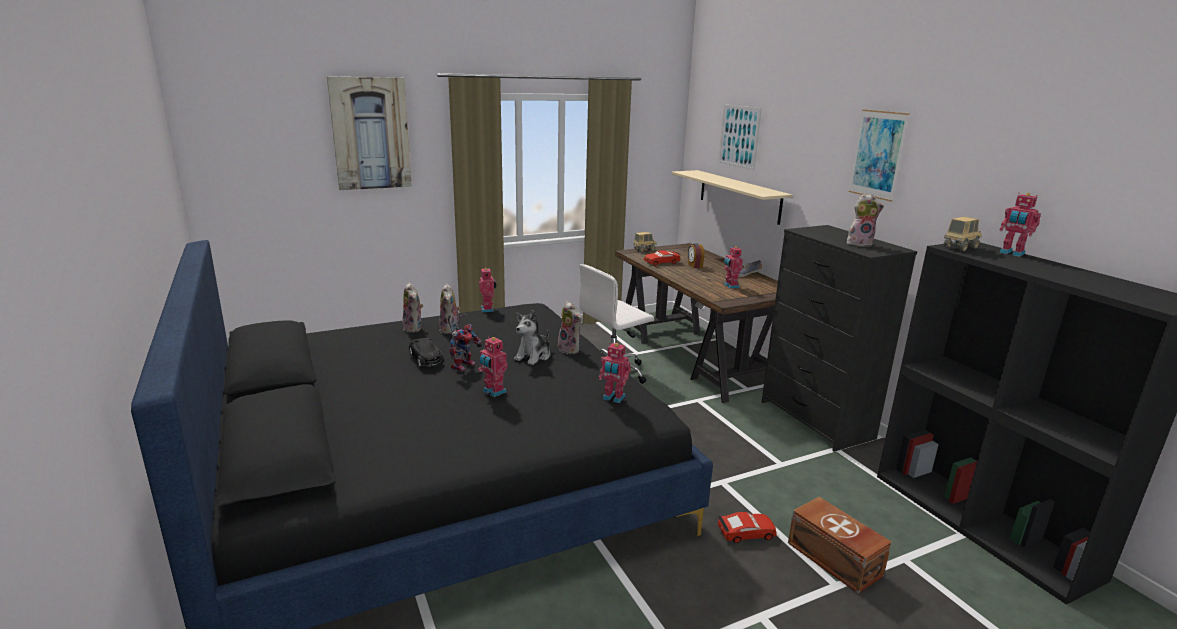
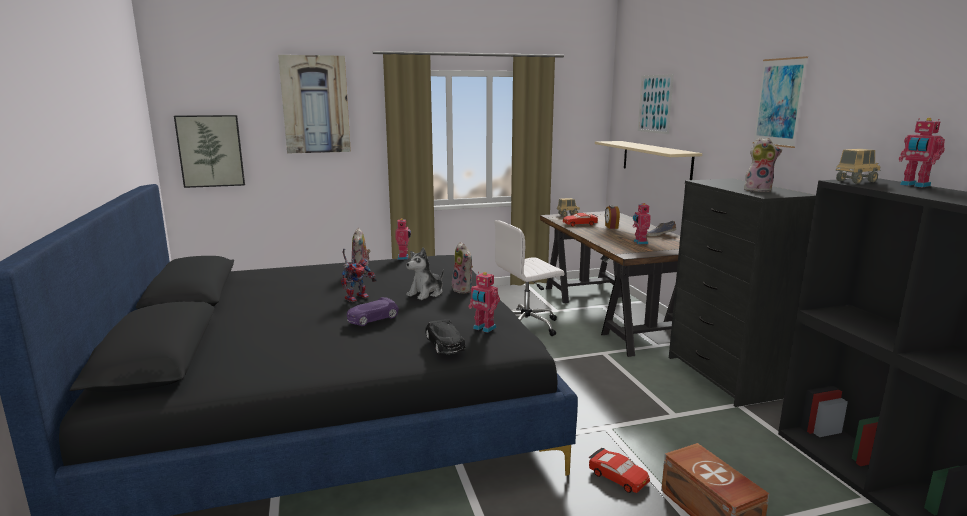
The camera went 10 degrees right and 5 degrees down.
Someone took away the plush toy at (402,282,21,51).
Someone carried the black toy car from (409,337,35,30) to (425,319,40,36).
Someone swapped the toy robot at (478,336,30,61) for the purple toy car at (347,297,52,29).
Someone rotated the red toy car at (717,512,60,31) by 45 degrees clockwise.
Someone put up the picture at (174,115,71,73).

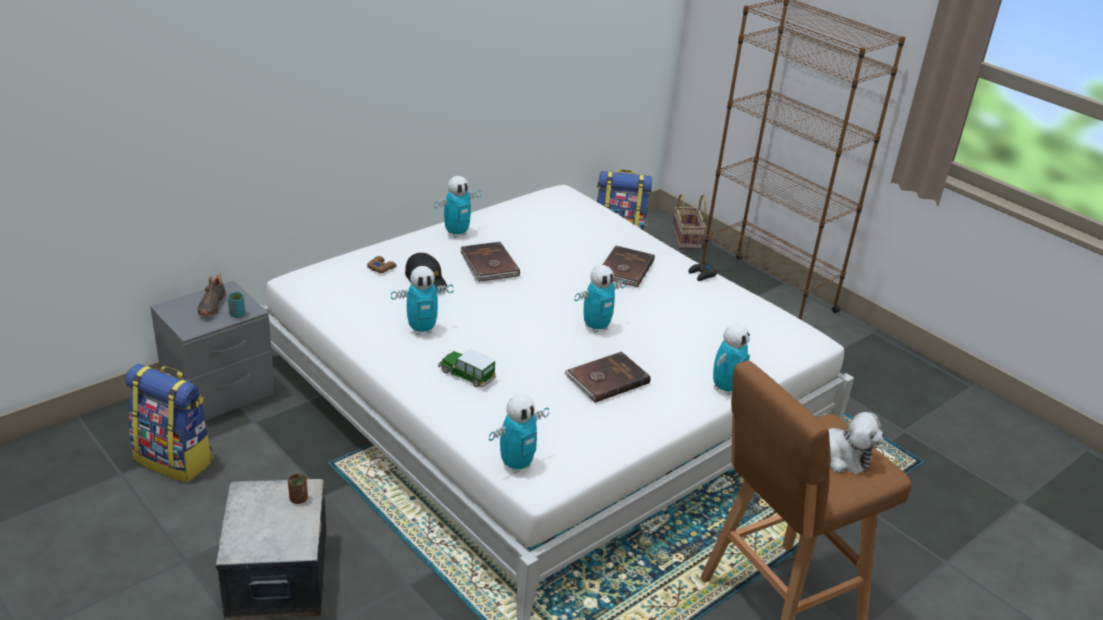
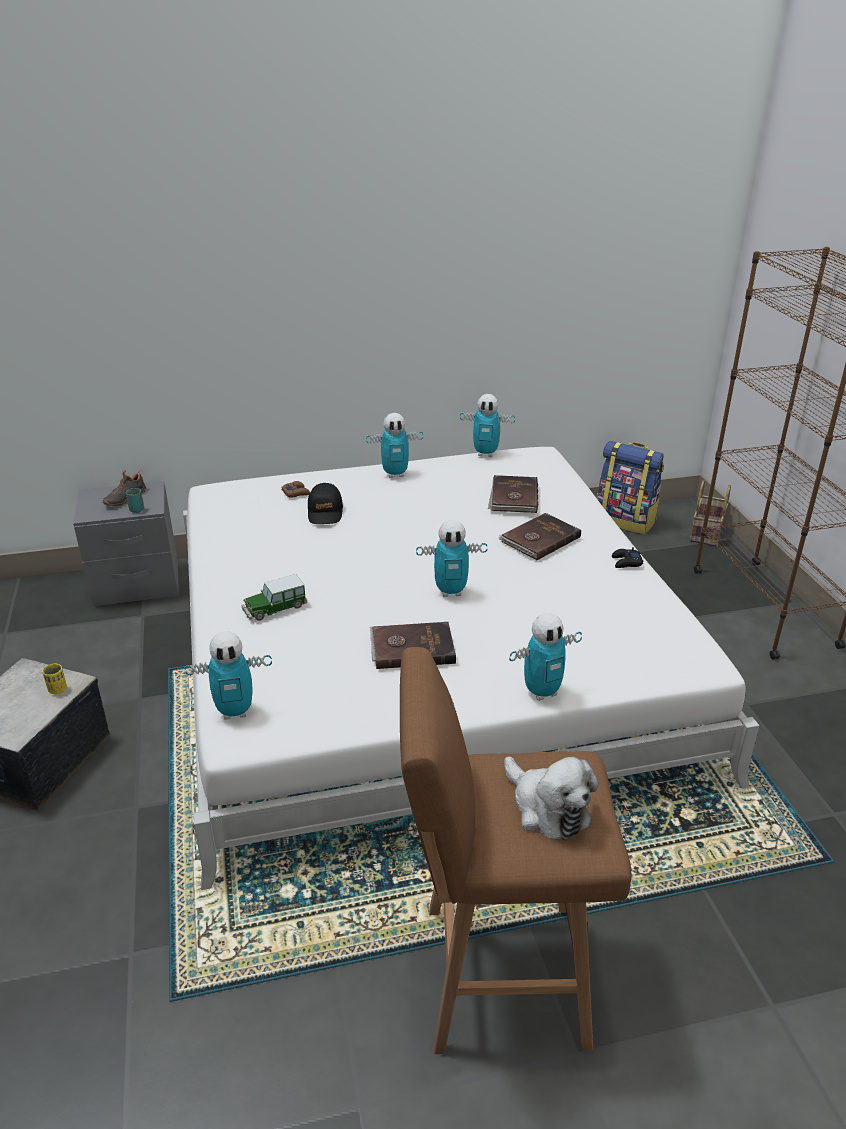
The camera went 30 degrees right and 0 degrees up.
Someone took away the backpack at (125,364,88,118).
Someone repainted the brown cup at (288,474,20,30), which became the yellow cup at (42,664,25,30).
Someone carried the toy robot from (391,266,63,69) to (460,394,55,63).
Someone rotated the toy car at (438,349,58,39) by 90 degrees counterclockwise.
Someone carried the brown book from (460,242,60,40) to (488,475,50,38).

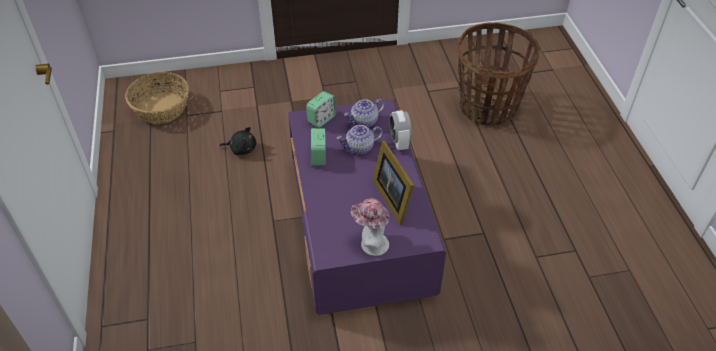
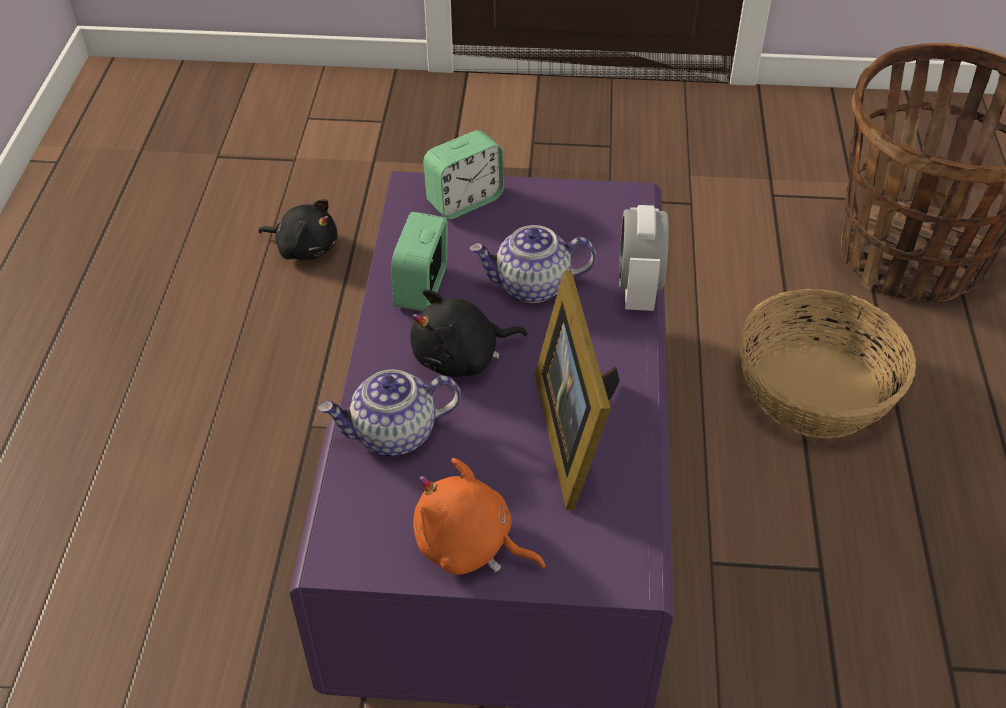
The camera went 15 degrees right and 0 degrees up.
Someone carried the basket from (125,72,64,52) to (739,289,177,149).
Someone carried the teapot from (344,99,41,29) to (319,369,142,87).
Someone swapped the hat at (351,198,39,58) for the orange plush toy at (413,458,133,117).
Someone put down the black plush toy at (410,289,118,88).

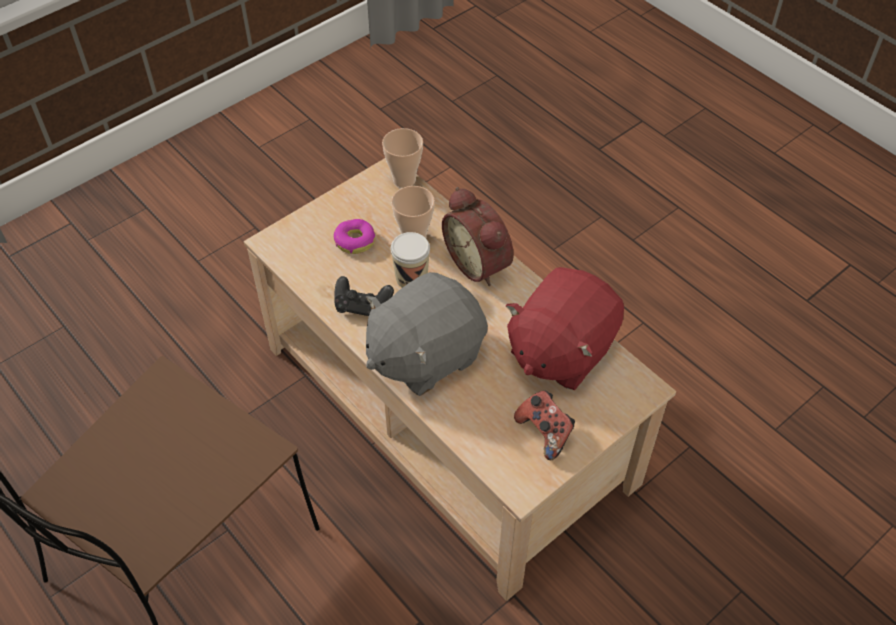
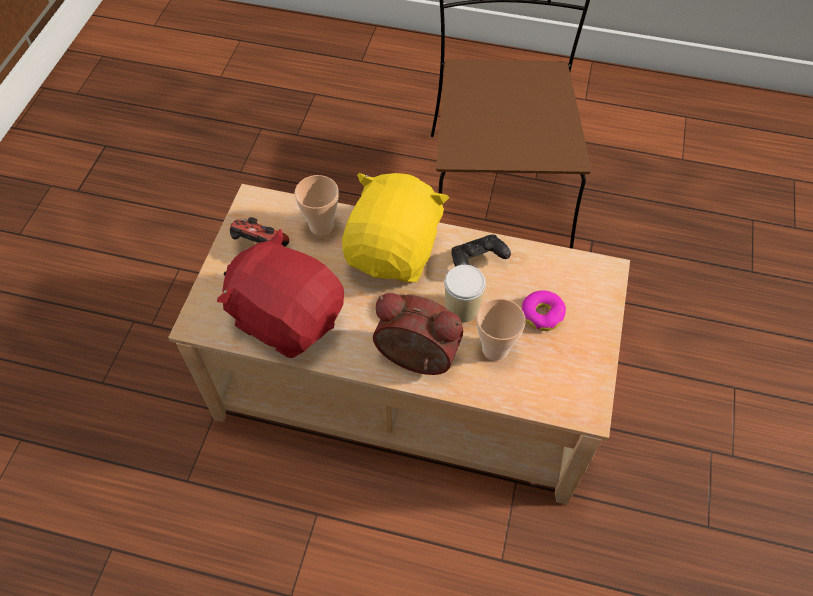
The camera went 145 degrees right and 5 degrees up.
Someone repainted the grey plush toy at (366,272,122,124), which became the yellow plush toy at (342,173,107,109).
Someone carried the cup from (382,128,41,60) to (295,175,43,60).
Someone rotated the red plush toy at (506,267,118,123) by 60 degrees counterclockwise.

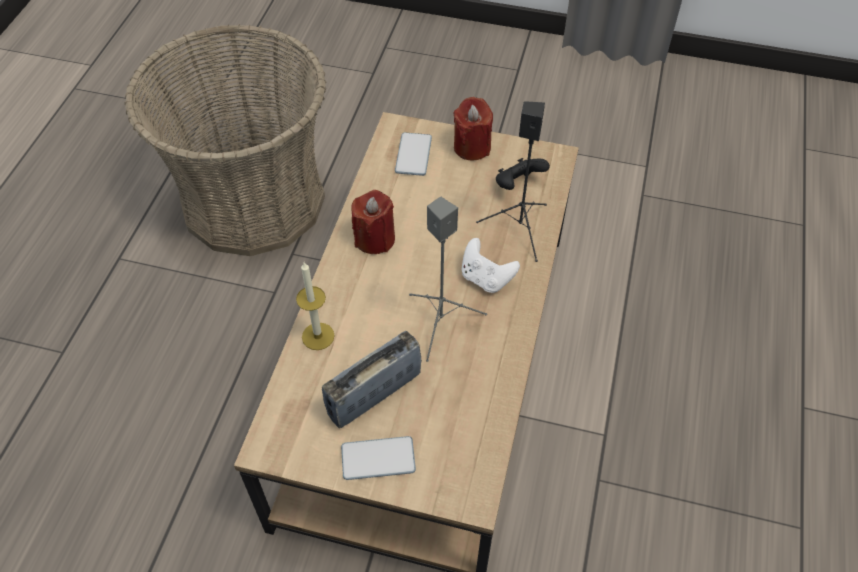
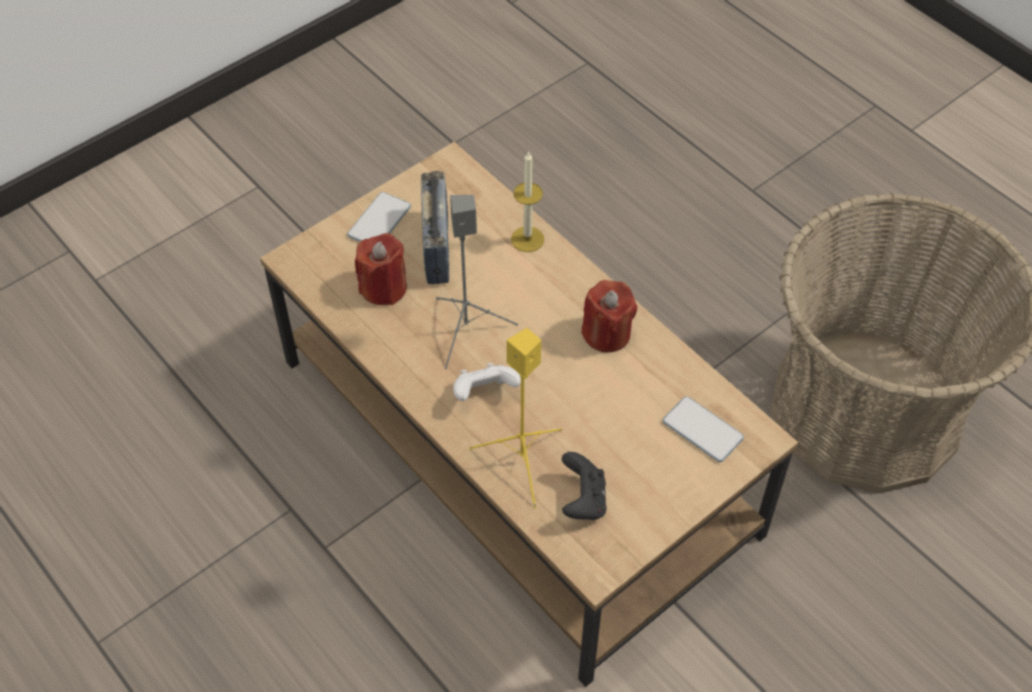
The camera went 125 degrees right and 0 degrees up.
Someone carried the red candle from (453,97,40,63) to (355,233,52,72).
Someone repainted the black speaker at (476,101,71,161), which became the yellow speaker at (469,328,93,181).

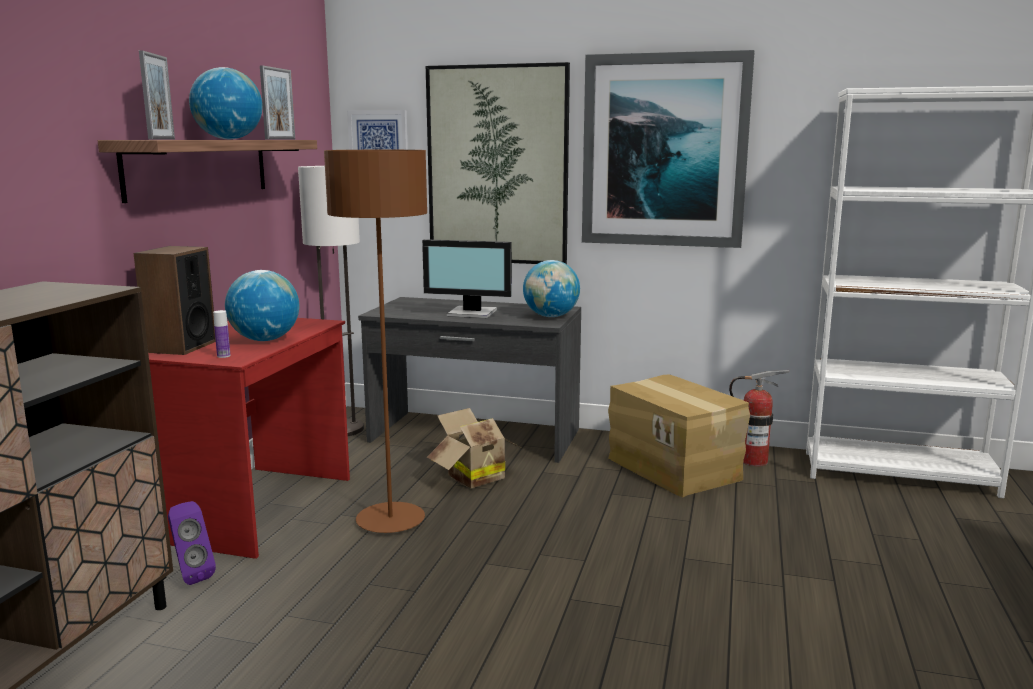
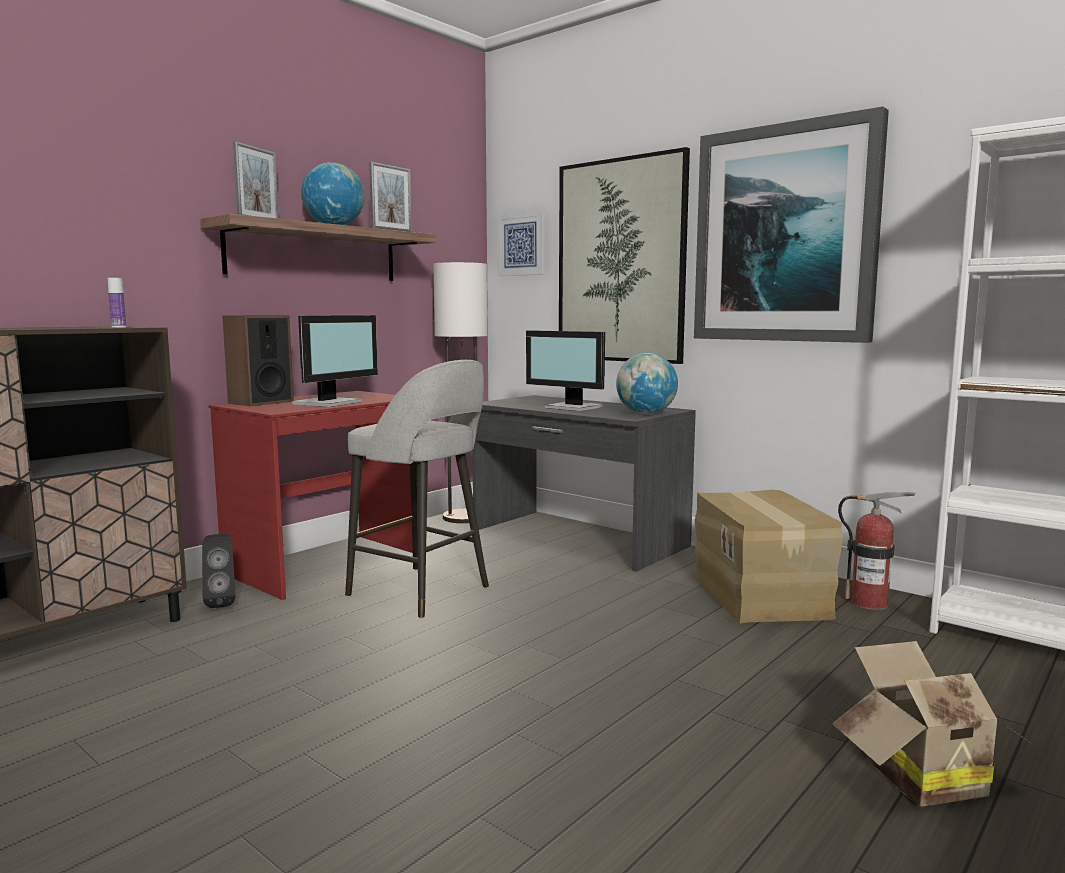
The camera went 25 degrees right and 5 degrees down.
Someone repainted the purple speaker at (168,501,48,84), which became the black speaker at (202,534,34,74).
Someone carried the bottle from (213,310,18,48) to (108,278,18,49).
Someone swapped the globe at (225,270,74,71) for the monitor at (292,315,86,92).
Someone swapped the brown floor lamp at (324,150,103,383) for the grey stool at (345,360,144,258).
Someone carried the cardboard box from (427,408,96,80) to (832,641,200,166).

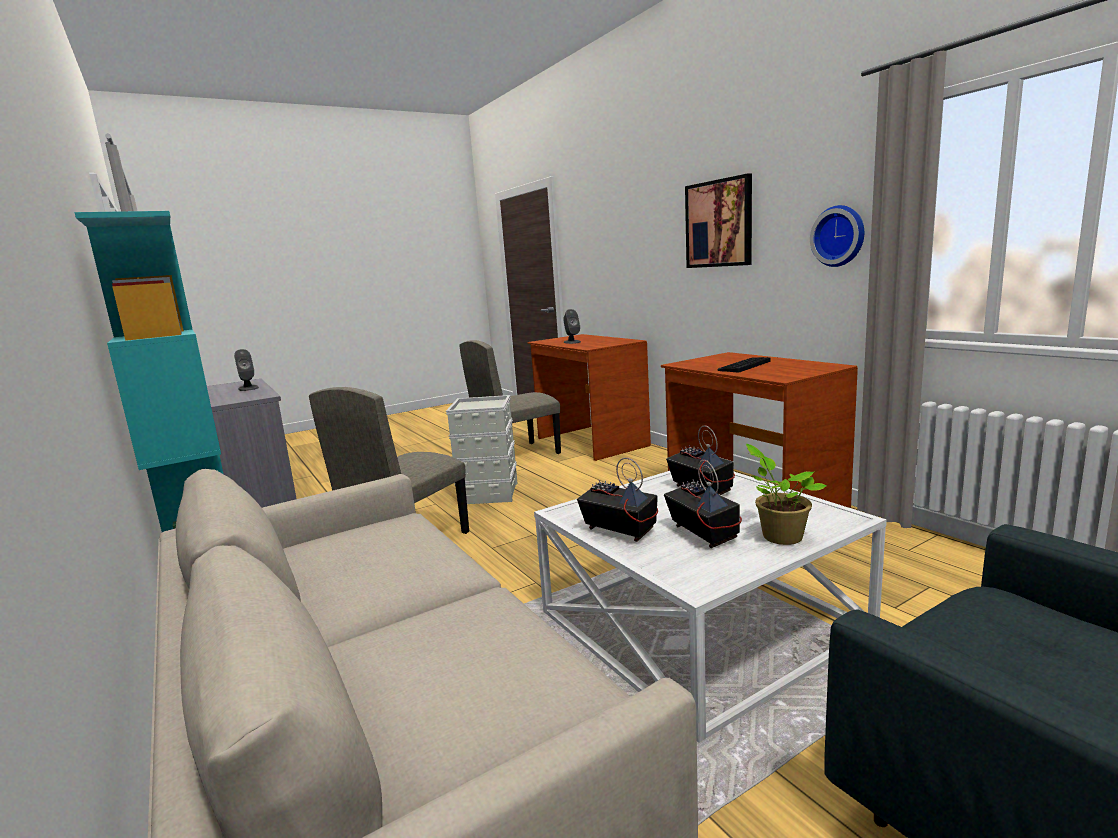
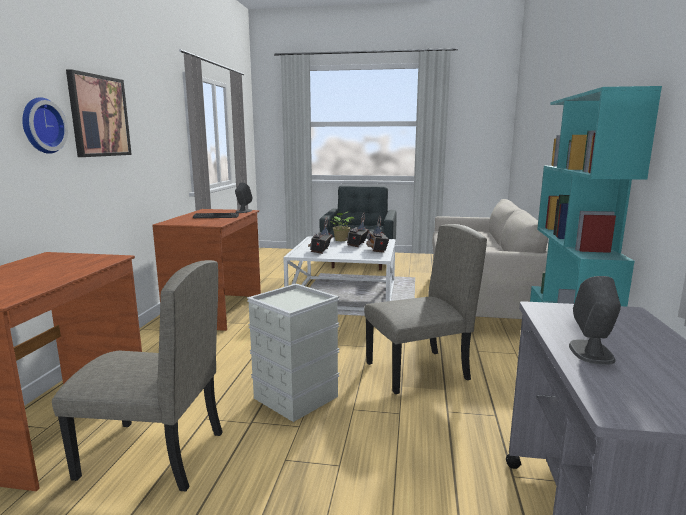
The camera went 140 degrees left and 0 degrees up.
Someone carried the grey speaker from (563,309,18,35) to (235,183,18,30).
Someone carried the wall clock from (810,205,54,62) to (22,97,46,57).

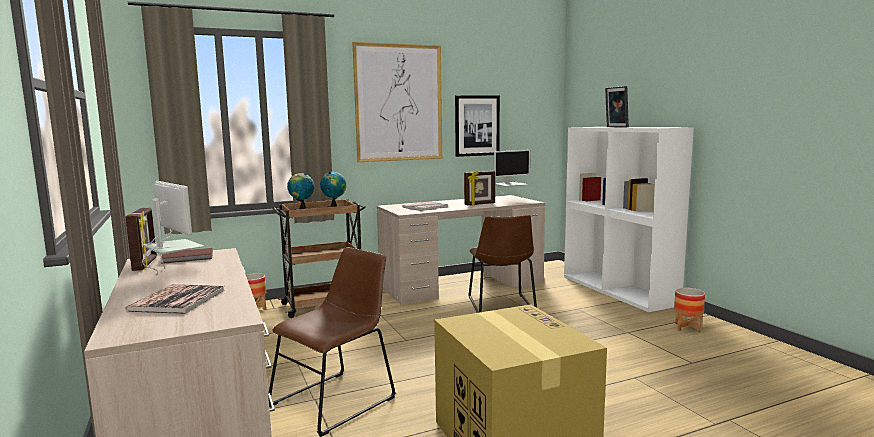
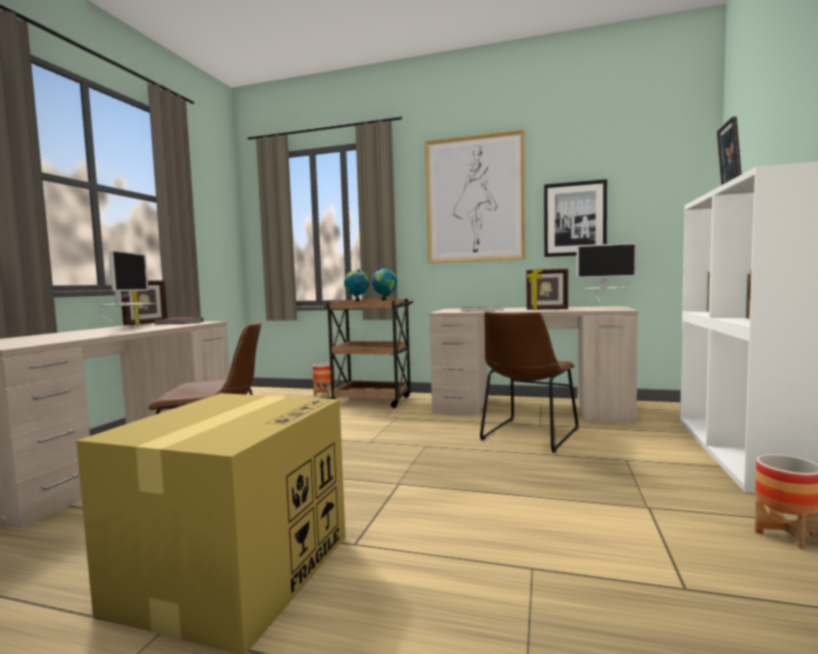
The camera went 40 degrees right and 5 degrees down.
Someone took away the book at (125,284,100,30).

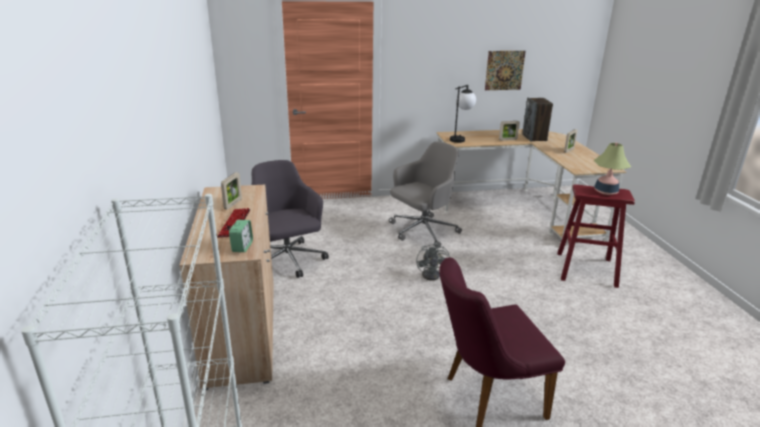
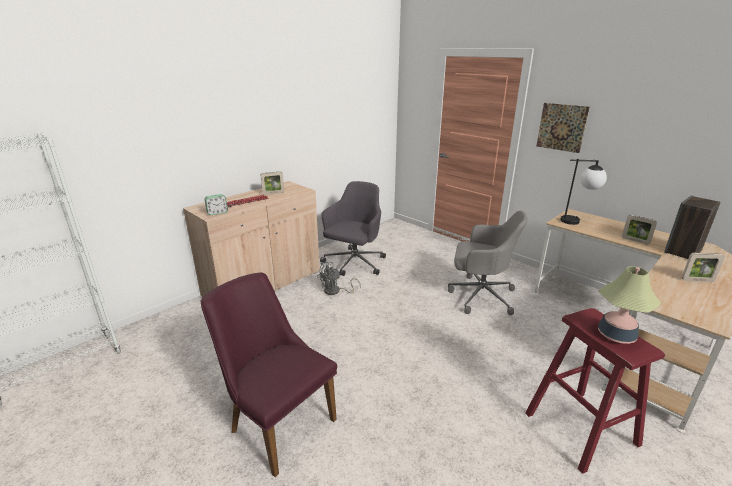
The camera went 55 degrees right and 0 degrees up.
Someone carried the grey fan from (416,242,34,39) to (317,262,44,33).
Someone carried the picture from (485,51,41,39) to (536,103,54,50).

